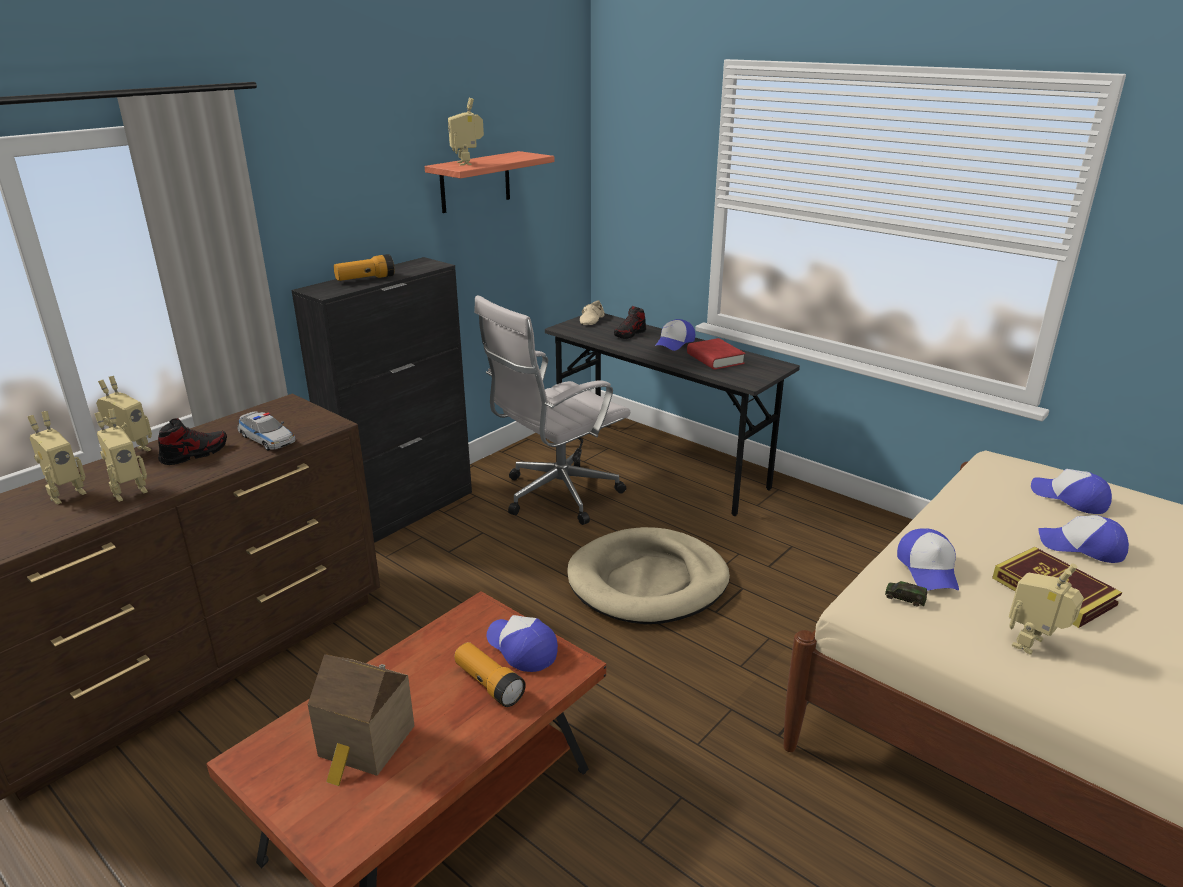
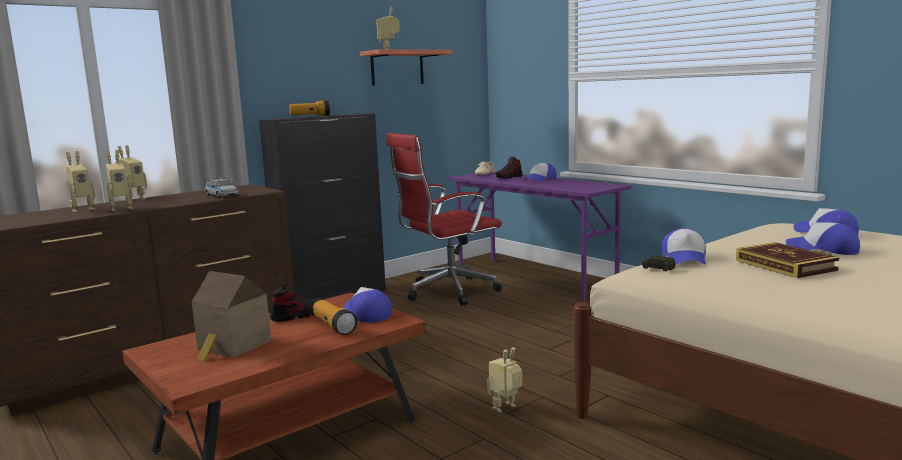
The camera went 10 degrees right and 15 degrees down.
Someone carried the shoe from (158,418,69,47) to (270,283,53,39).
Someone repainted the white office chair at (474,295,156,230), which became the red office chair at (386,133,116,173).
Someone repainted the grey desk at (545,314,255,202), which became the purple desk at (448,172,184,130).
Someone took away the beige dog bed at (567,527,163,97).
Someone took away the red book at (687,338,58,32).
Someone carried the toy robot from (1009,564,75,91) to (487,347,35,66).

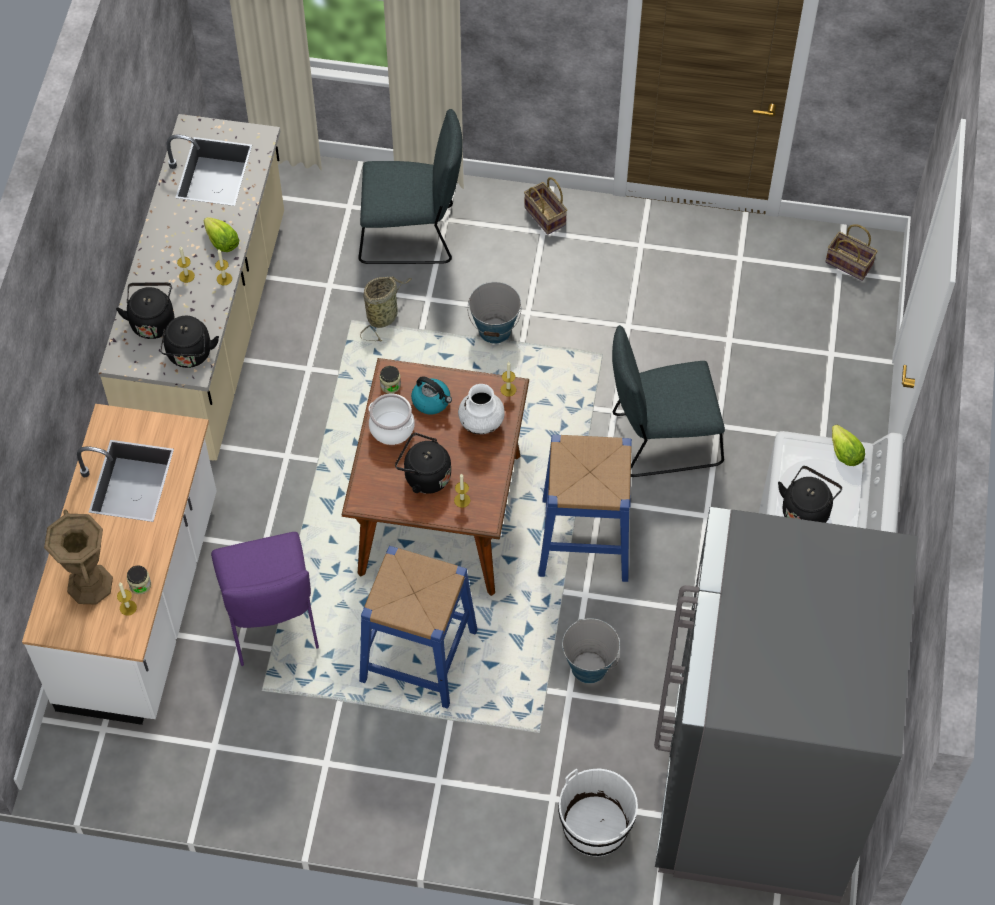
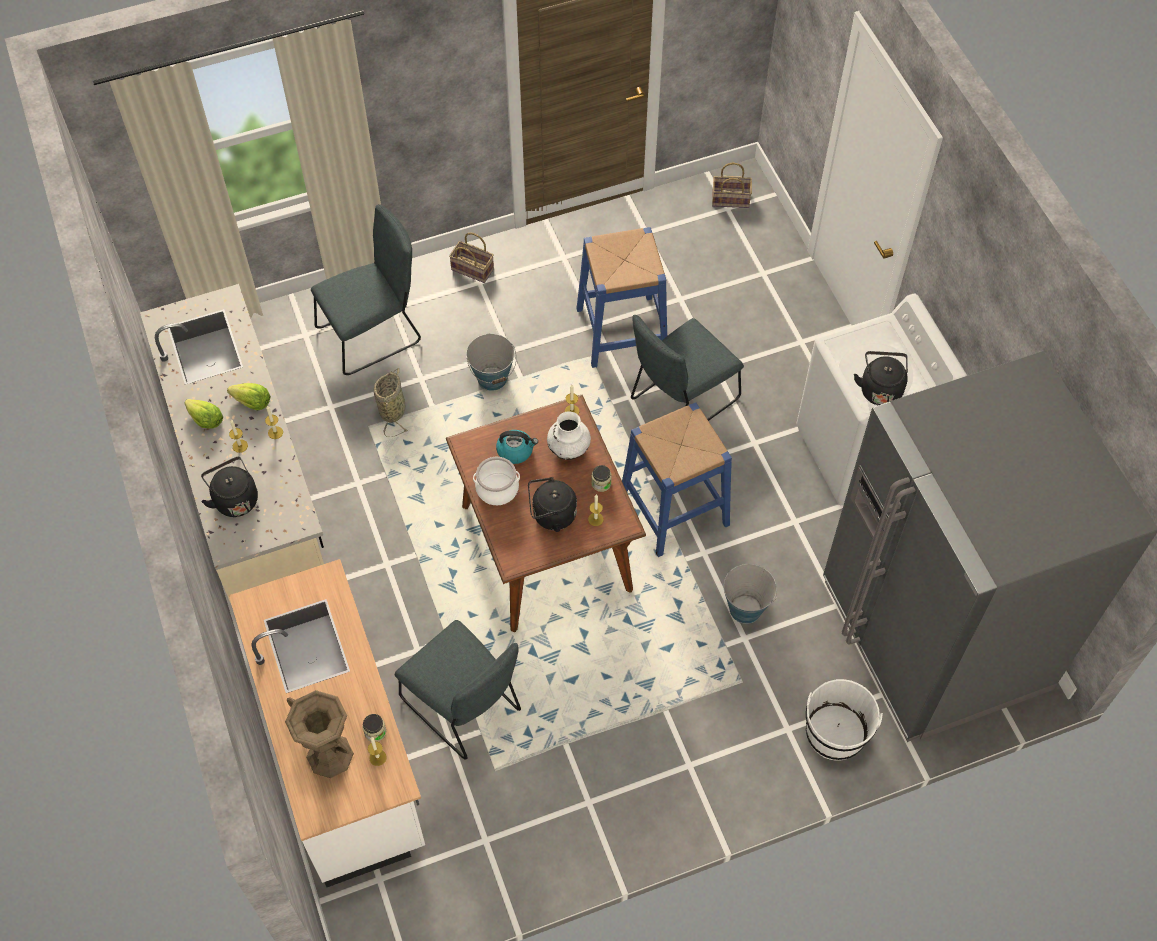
The camera went 30 degrees left and 0 degrees up.
Someone took away the black kettle at (160,316,59,52).
Someone repainted the purple chair at (211,532,108,134), which became the grey chair at (395,620,126,140).
Someone carried the blue stool from (359,546,119,163) to (577,227,90,141).
Someone carried the jar from (380,366,21,28) to (591,465,21,27).
Someone carried the lettuce from (832,425,33,41) to (184,399,39,30).

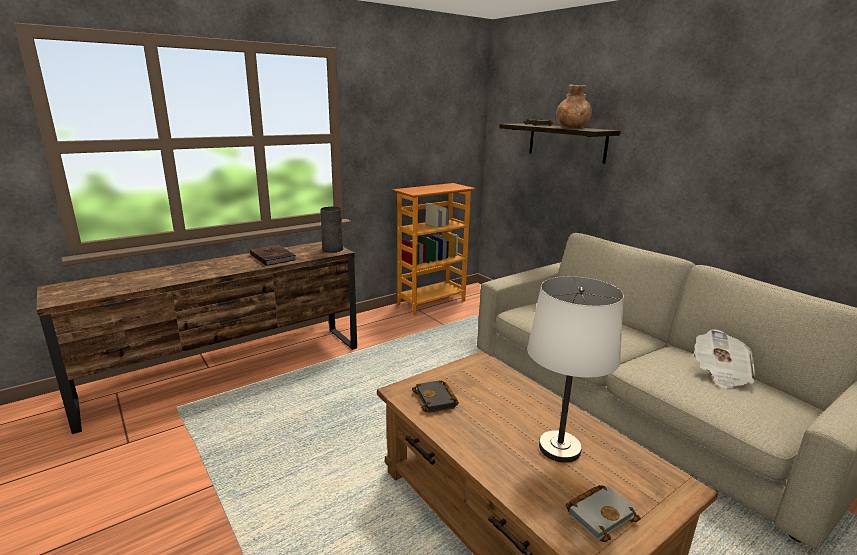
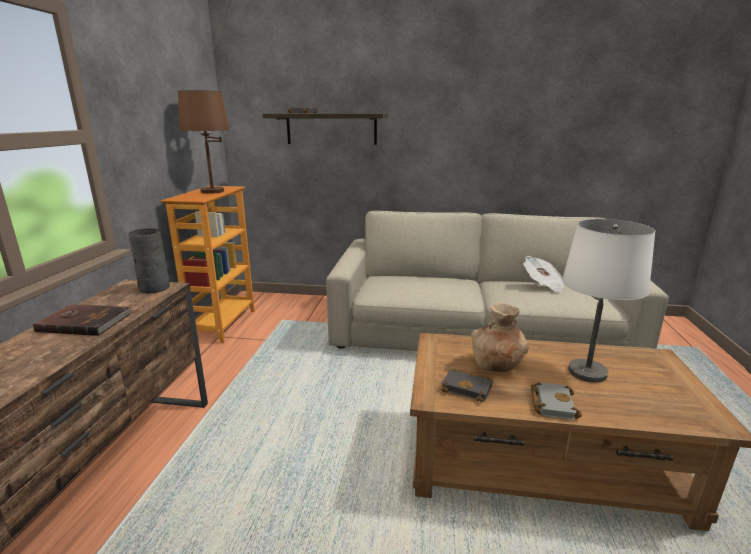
The camera went 45 degrees left and 0 degrees up.
Someone carried the brown vase from (556,85,36,43) to (471,303,57,69).
Someone carried the grey book from (566,485,75,57) to (531,382,51,38).
Someone put down the brown table lamp at (178,90,51,104).

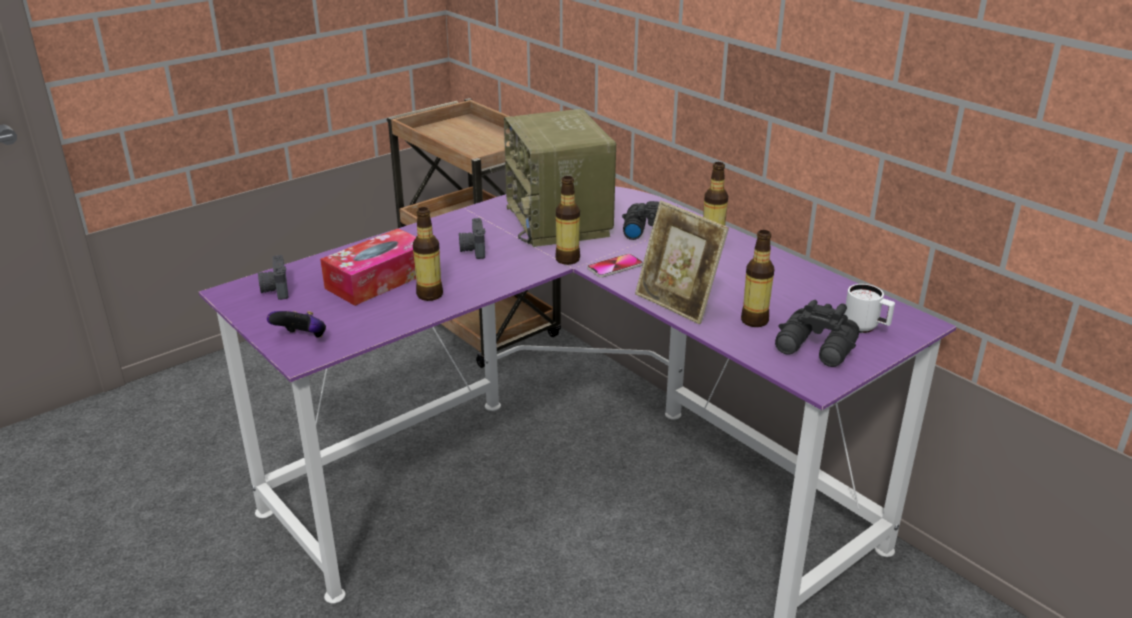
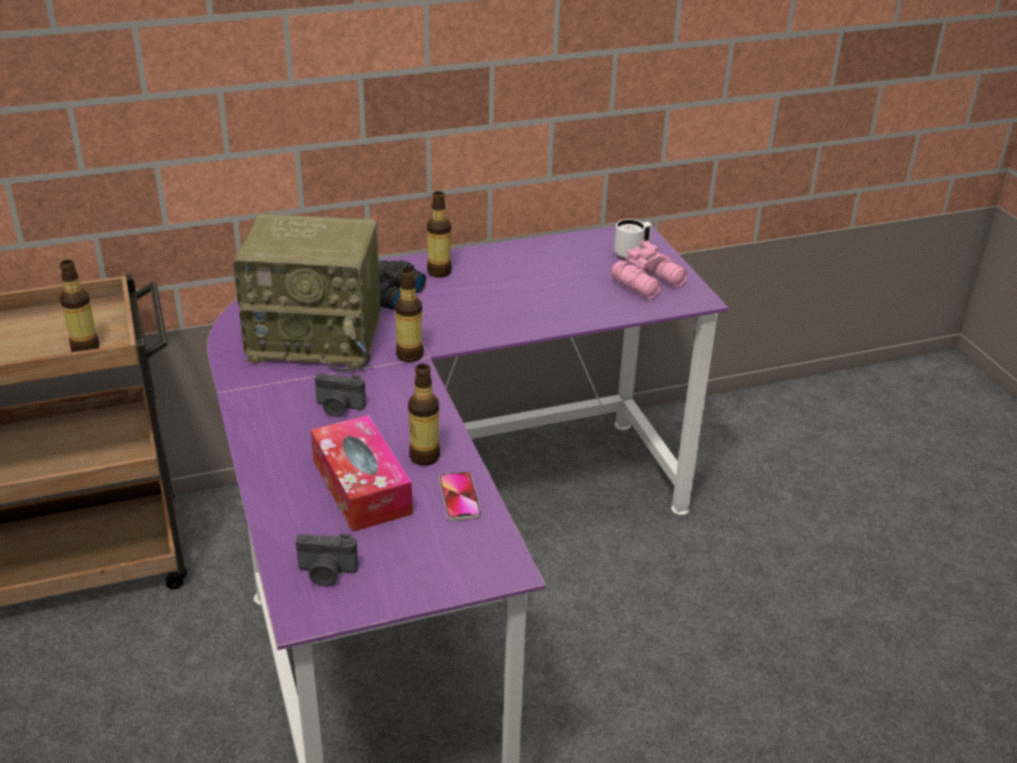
The camera went 70 degrees left and 5 degrees up.
Someone took away the game controller at (267,311,59,26).
Someone carried the phone from (587,254,56,24) to (439,472,42,49).
Someone took away the picture frame at (635,200,94,124).
Someone carried the bottle from (741,230,33,97) to (60,260,39,92).
Someone repainted the black binoculars at (775,300,85,67), which became the pink binoculars at (611,240,77,59).

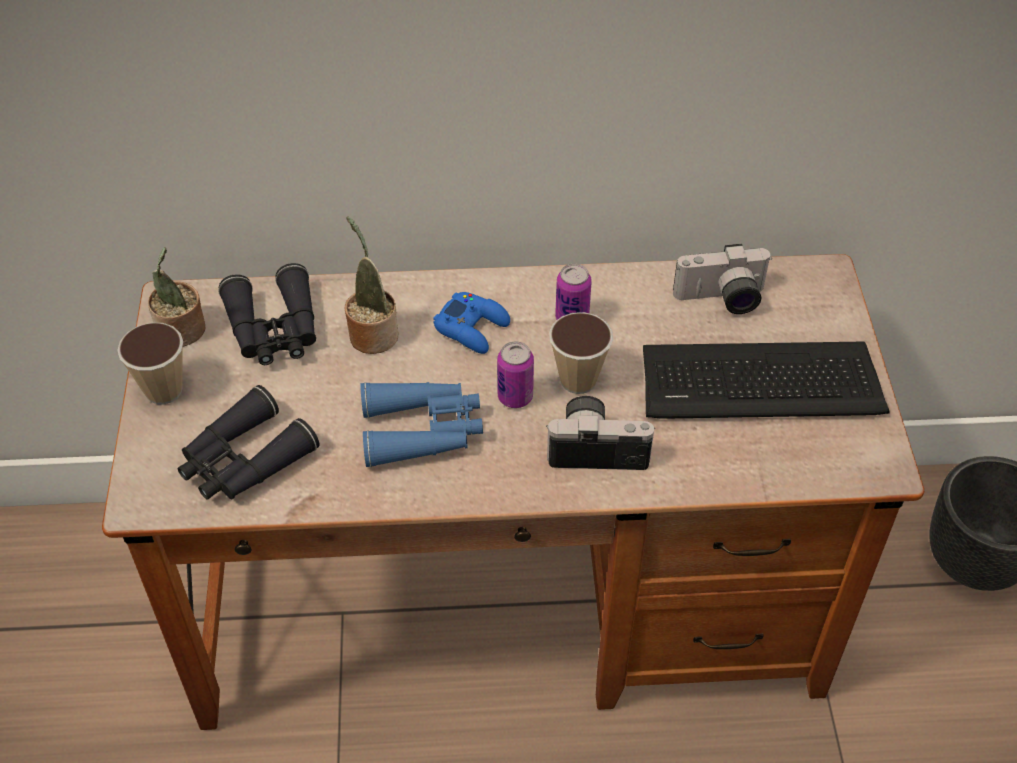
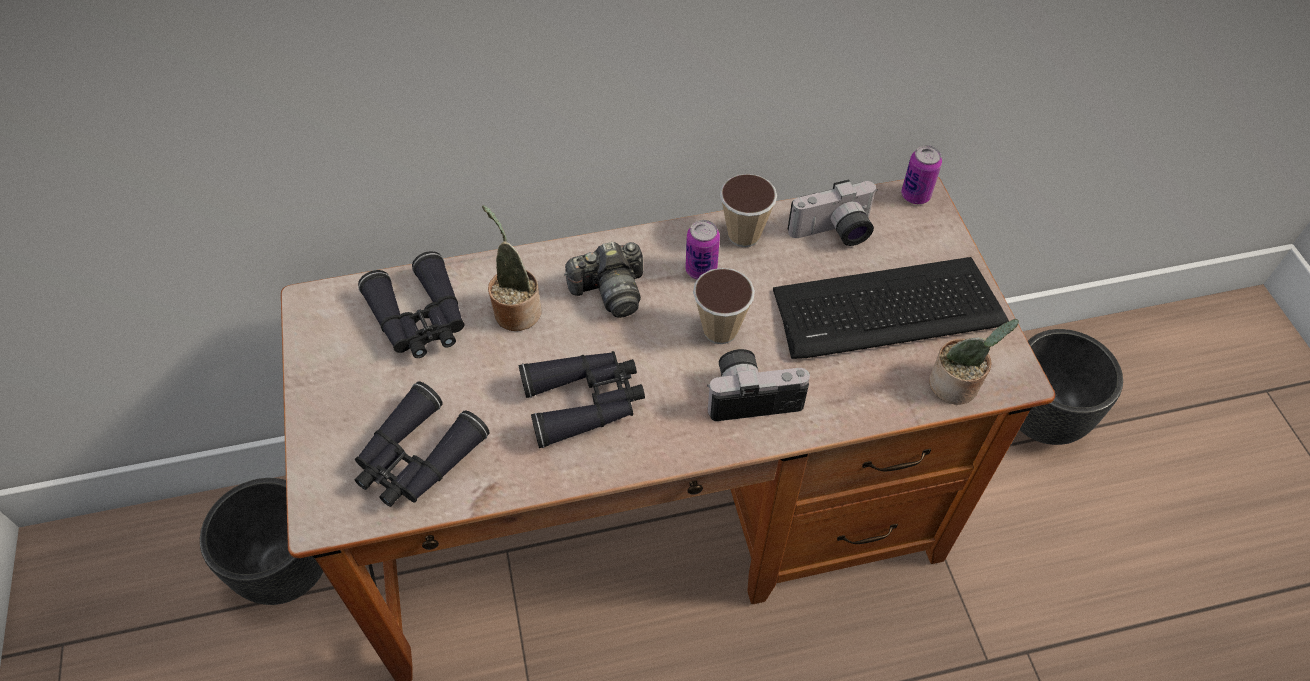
The camera went 10 degrees left and 5 degrees up.
Someone carried the cup from (117,323,66,81) to (720,174,57,73).
Someone carried the potted plant from (148,247,57,99) to (929,319,90,86).
Someone repainted the blue binoculars at (360,382,123,85), which became the black binoculars at (518,351,127,97).
Someone swapped the blue game controller at (433,292,77,62) for the photo camera at (564,242,79,76).
Someone carried the can from (497,341,37,67) to (901,145,41,59).
Someone put down the black planter at (200,478,123,127).

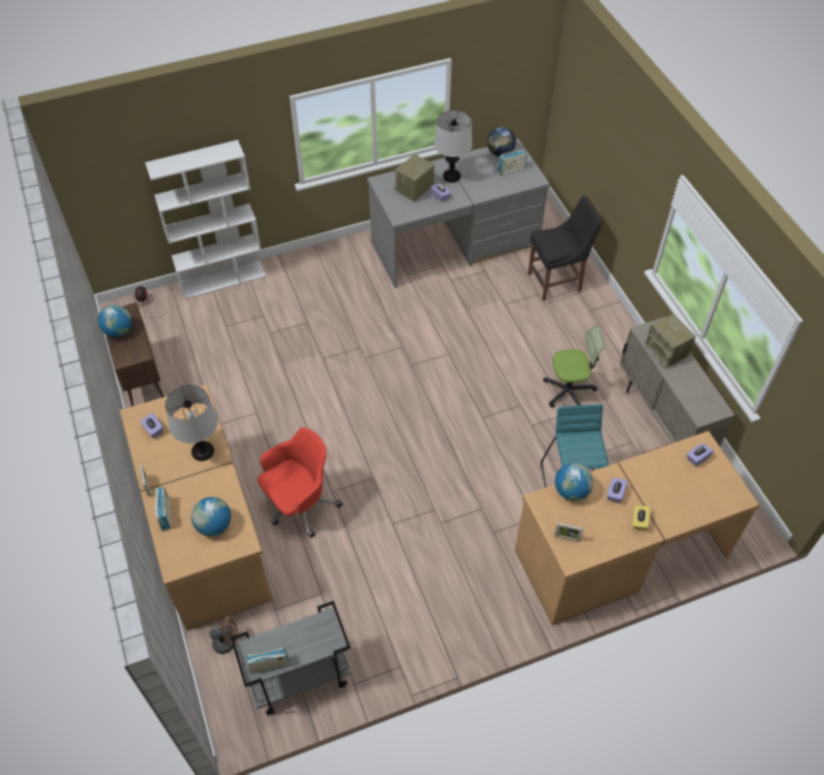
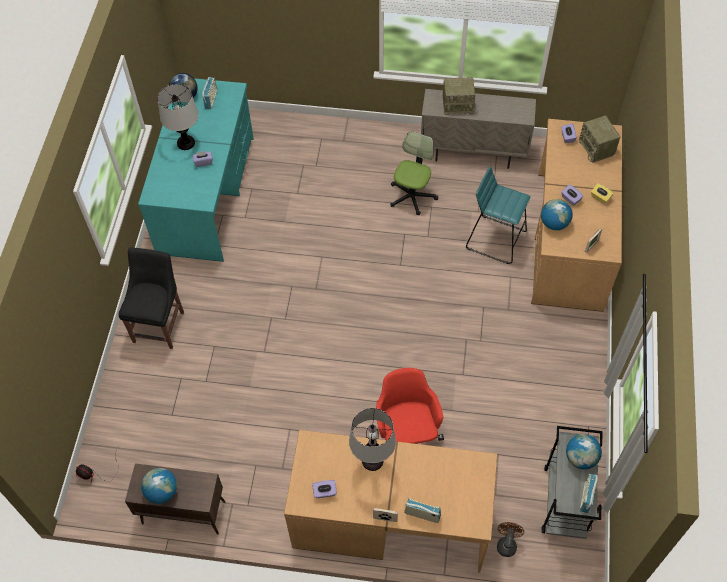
The camera went 60 degrees left and 5 degrees up.
Someone took away the white bookcase at (145,140,121,159).
Someone carried the globe from (191,497,40,39) to (566,434,36,35).
Someone repainted the grey desk at (367,139,183,149), which became the turquoise desk at (138,78,116,184).
Someone carried the radio from (394,154,40,48) to (579,115,41,48).
Someone carried the black chair from (528,196,75,105) to (118,247,66,102).

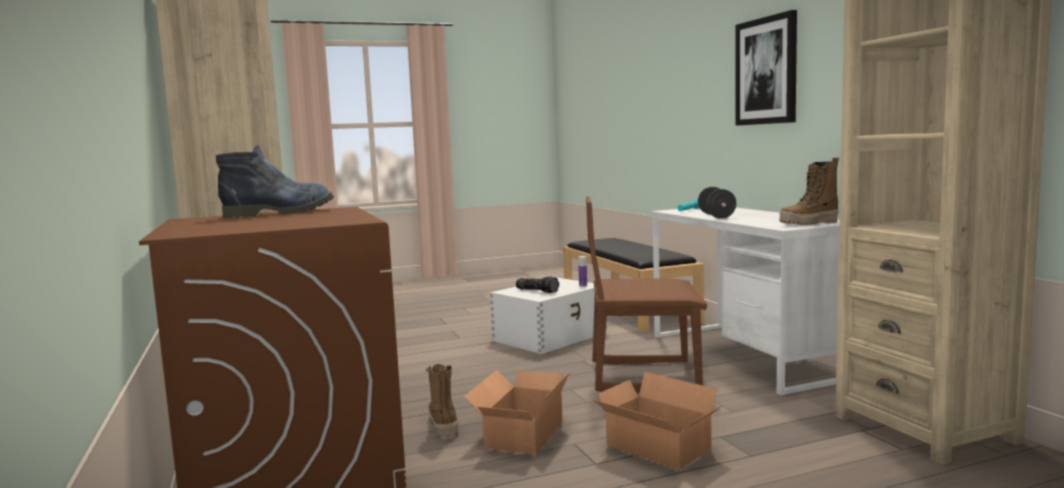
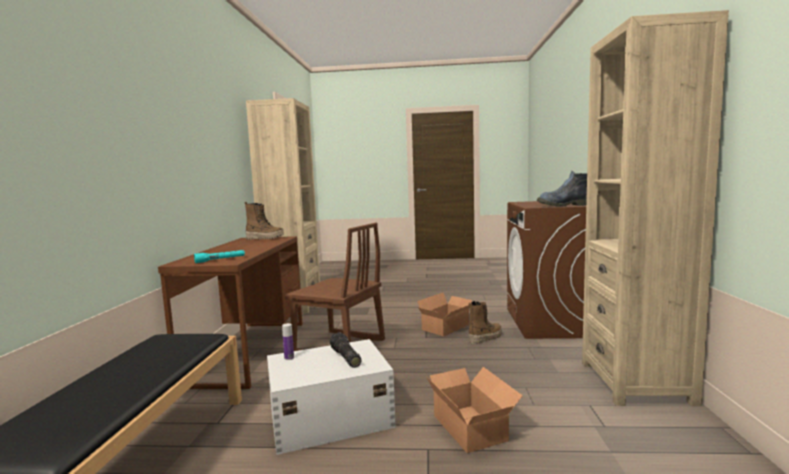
The camera went 155 degrees left and 0 degrees up.
Someone rotated the boot at (426,364,32,76) by 135 degrees counterclockwise.
Someone carried the cardboard box from (594,372,129,97) to (426,367,97,86).
Someone repainted the white desk at (651,208,189,187), which became the brown desk at (158,236,145,153).
Someone took away the black dumbbell at (698,187,39,32).
Someone took away the picture at (735,10,62,116).

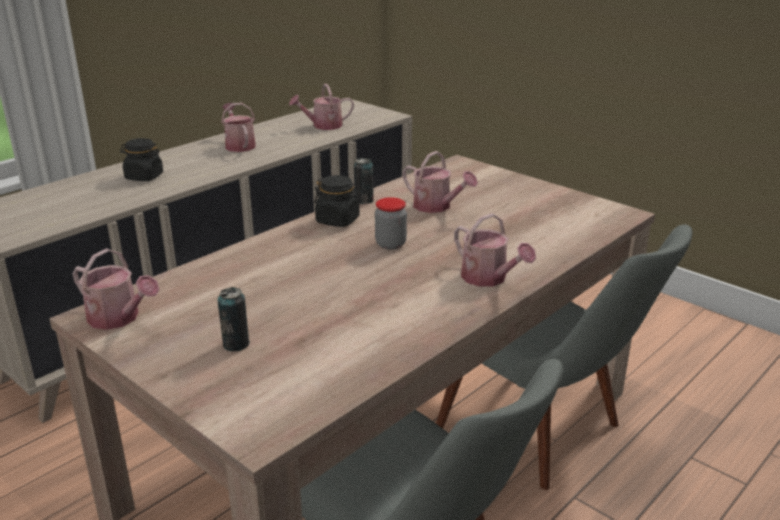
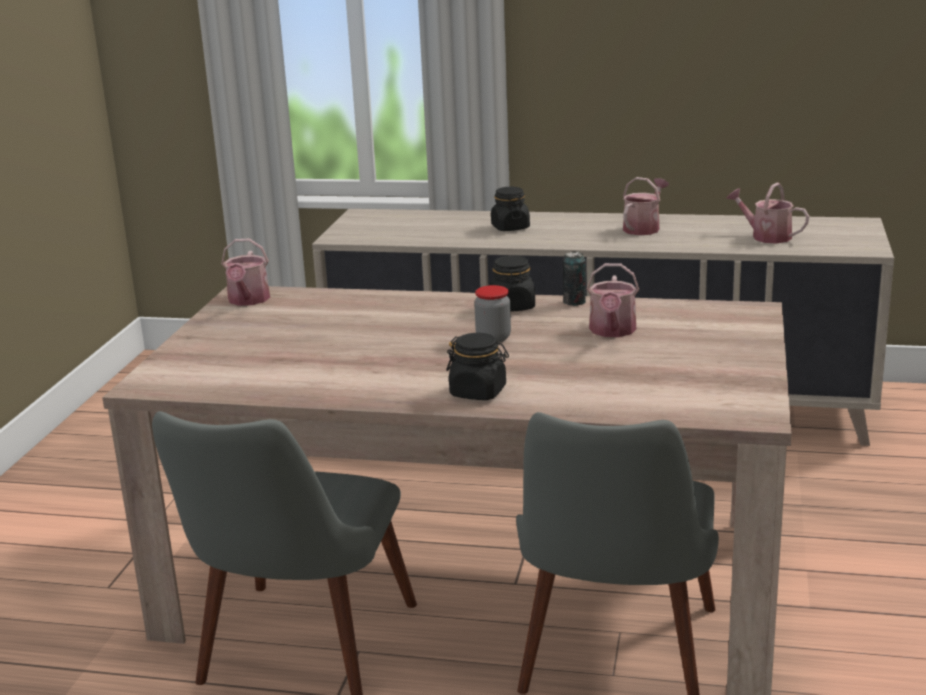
The camera went 60 degrees right and 5 degrees down.
Someone took away the can at (217,287,33,64).
Someone swapped the watering can at (454,213,82,74) for the black jar at (446,333,63,67).

